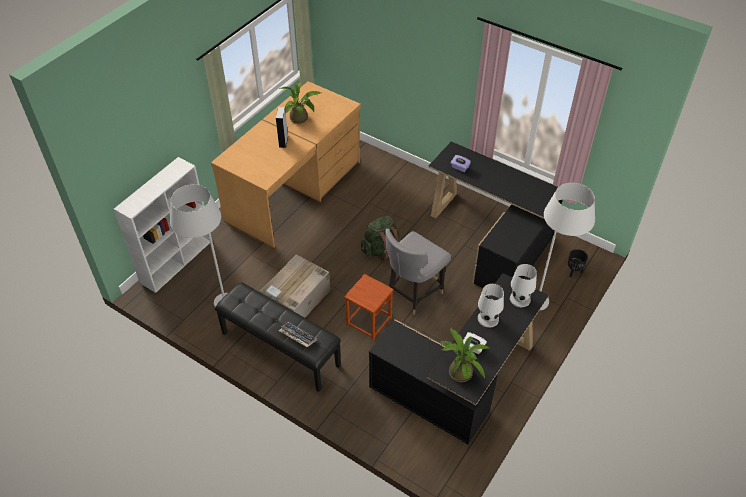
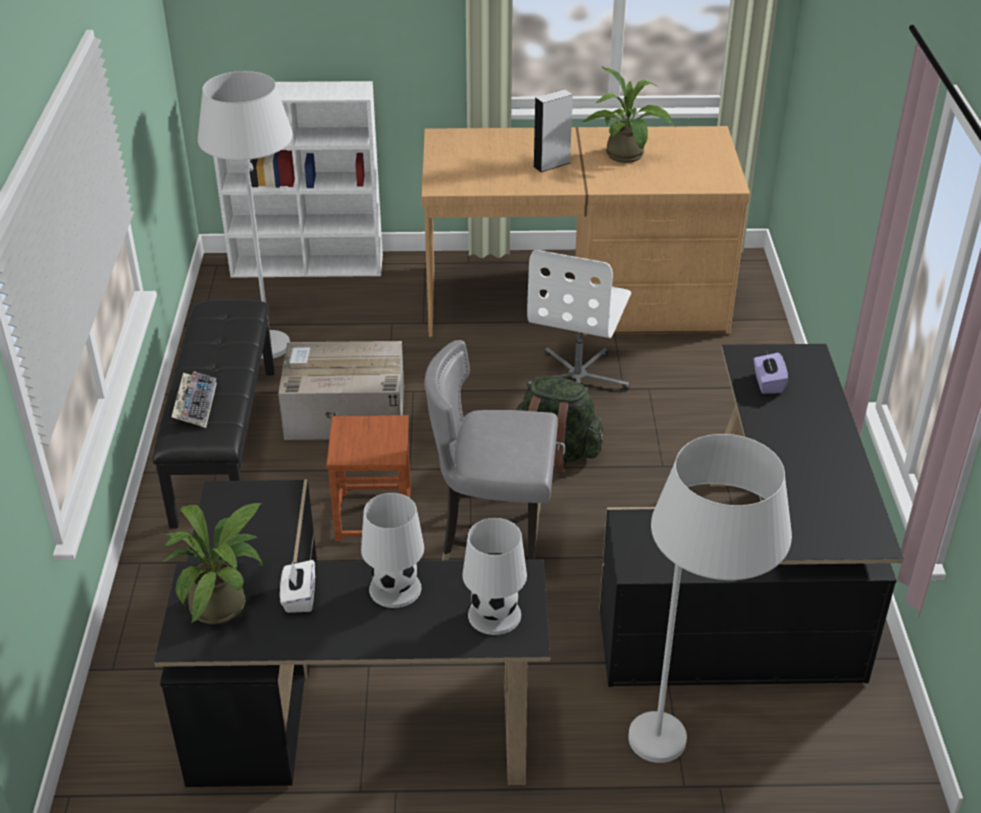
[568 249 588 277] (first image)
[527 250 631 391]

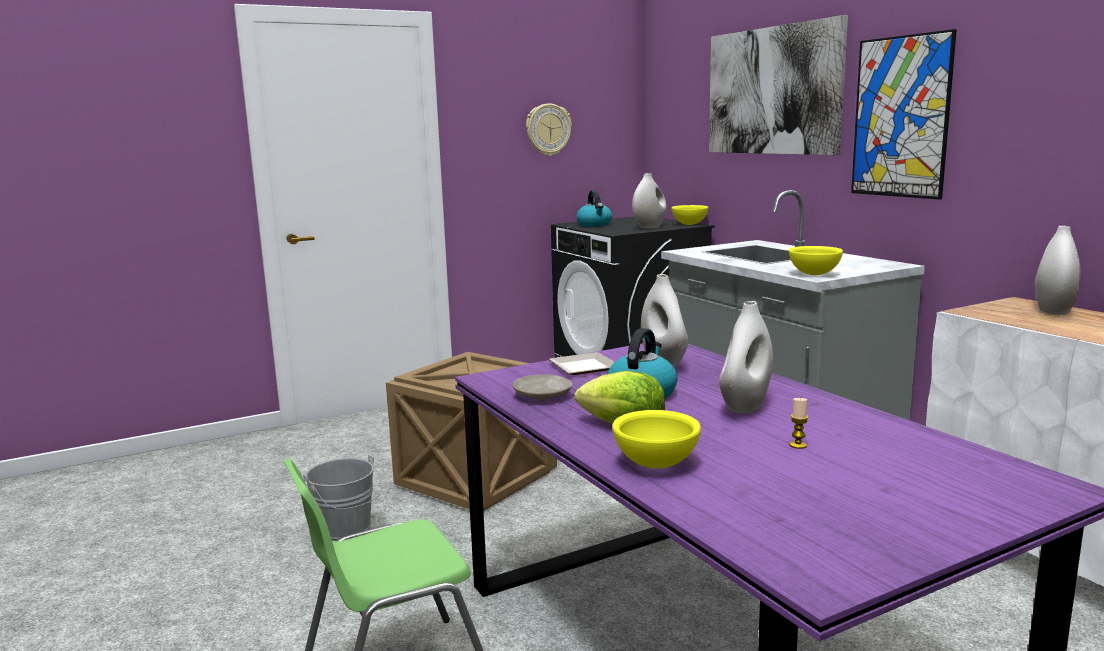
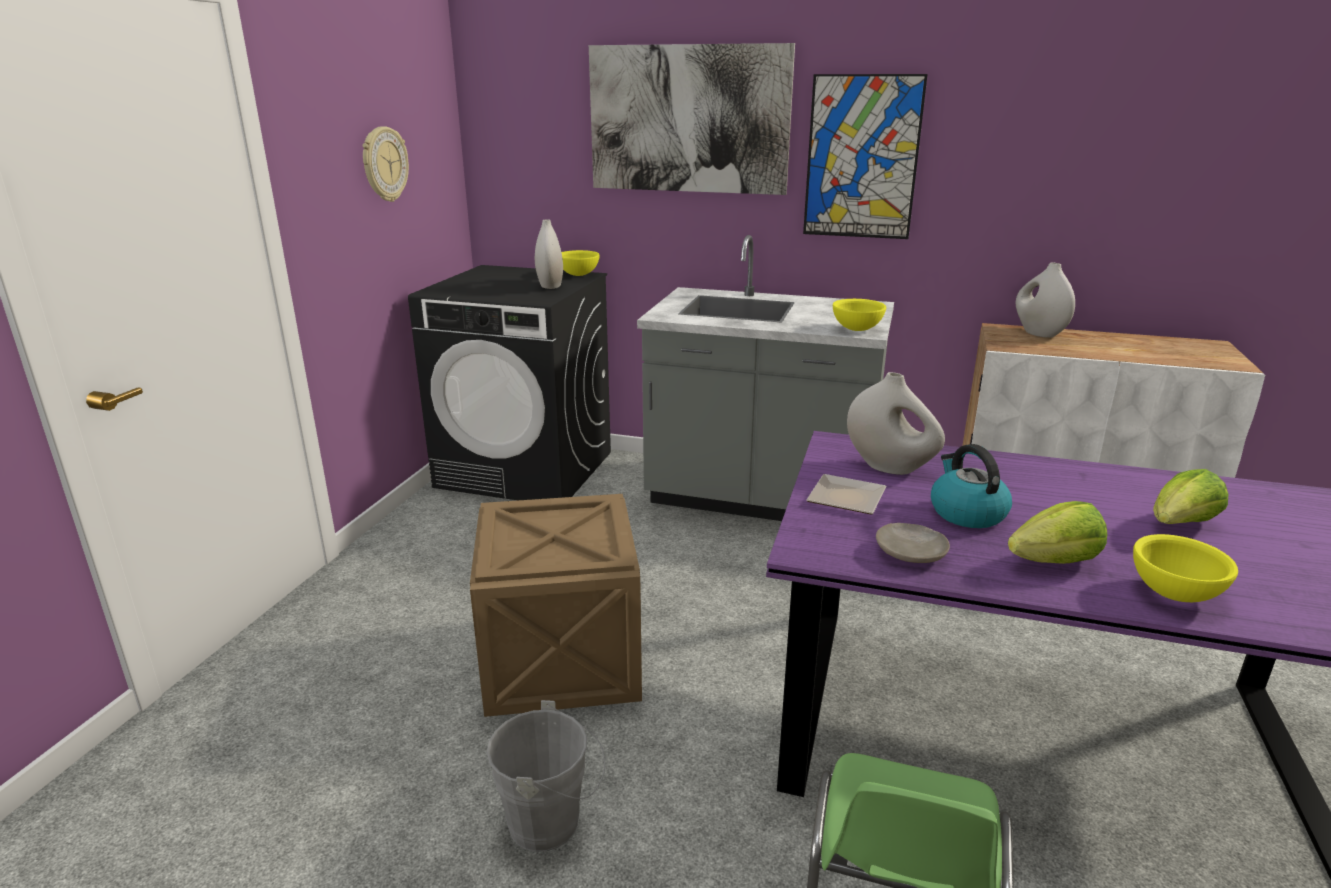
[576 190 612 227] (first image)
[719 301 773 414] (first image)
[1153 469 1228 524]

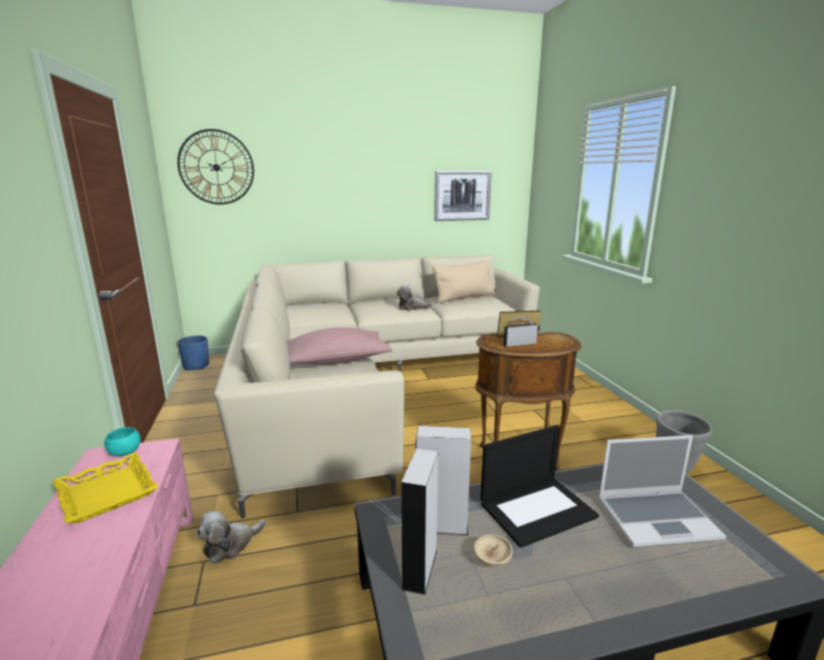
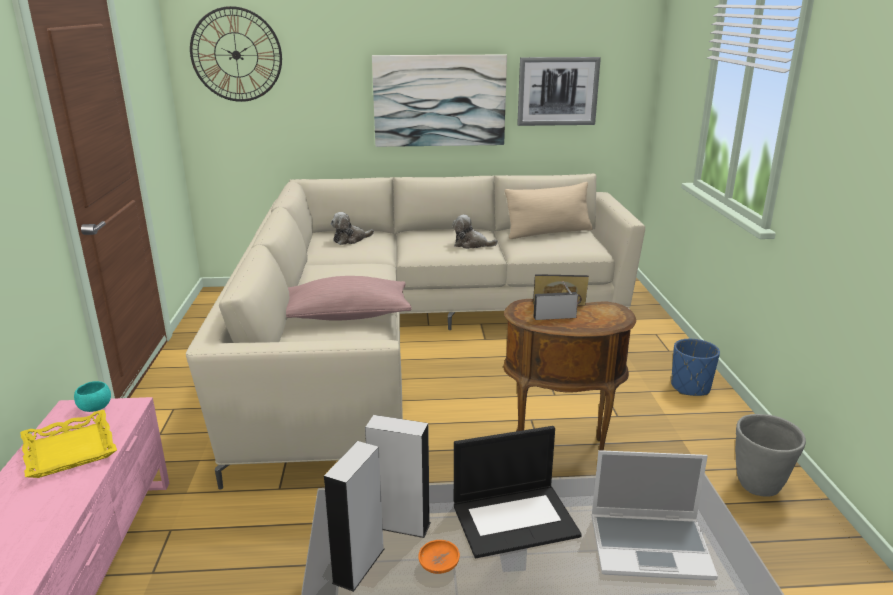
[372 54 507 147]
[671 339 720 396]
[331 212 374 245]
[418 540 460 574]

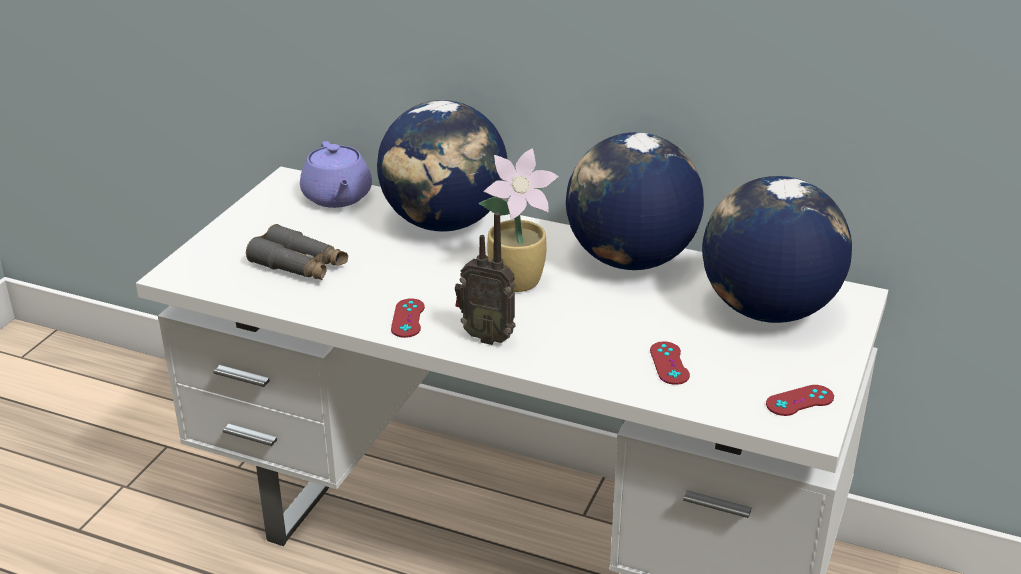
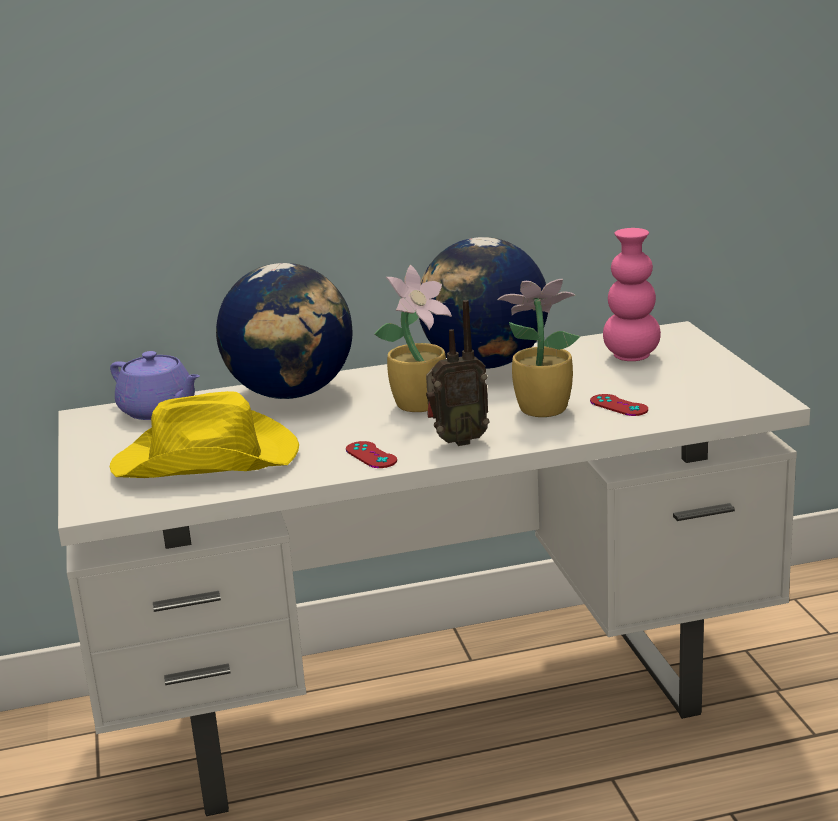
[766 385 834 416] (first image)
[497 279 580 417]
[110 391 299 478]
[603 228 661 361]

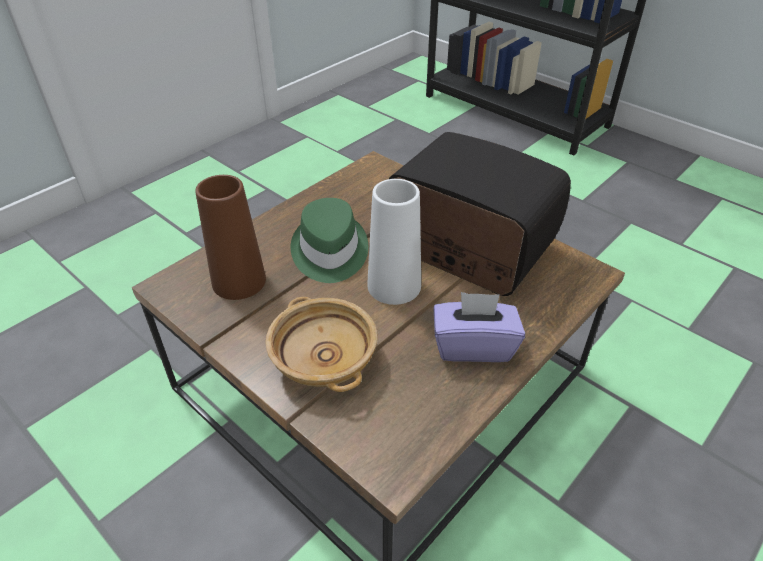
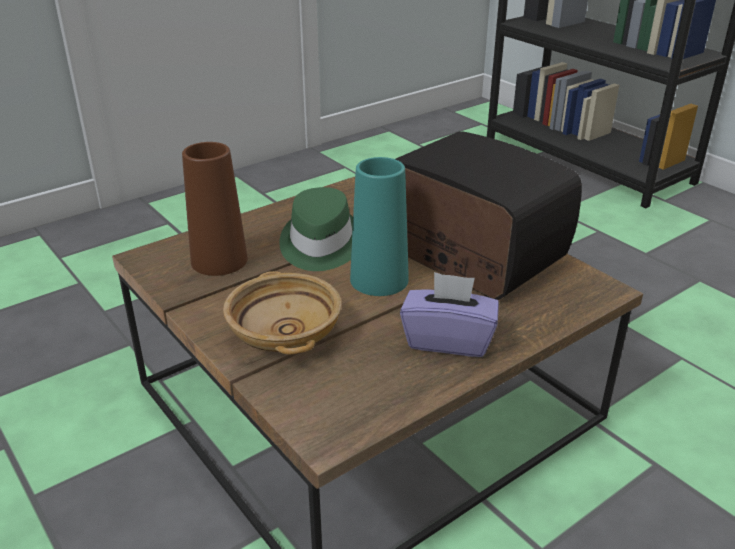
[350 157 409 296]

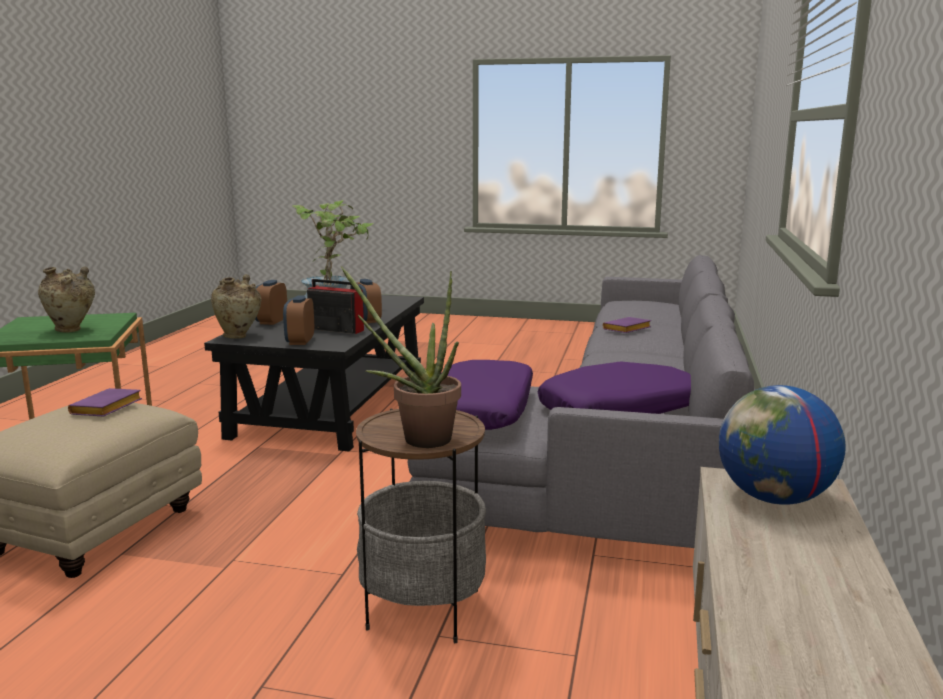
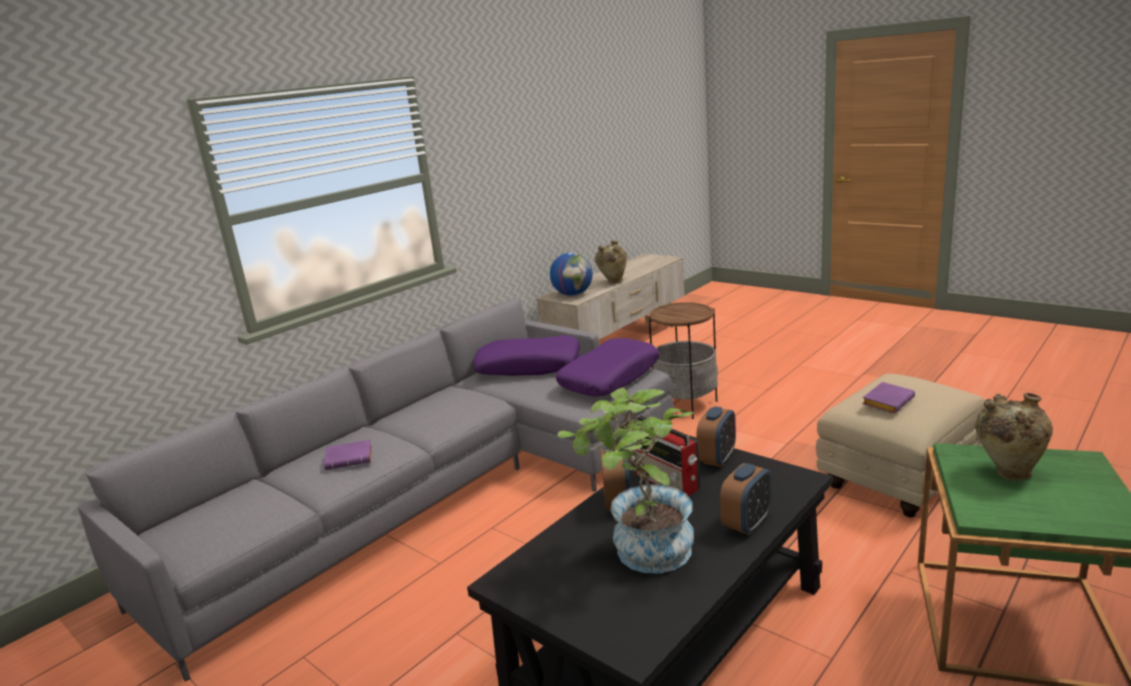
[341 266 461 448] (first image)
[595 240 627 284]

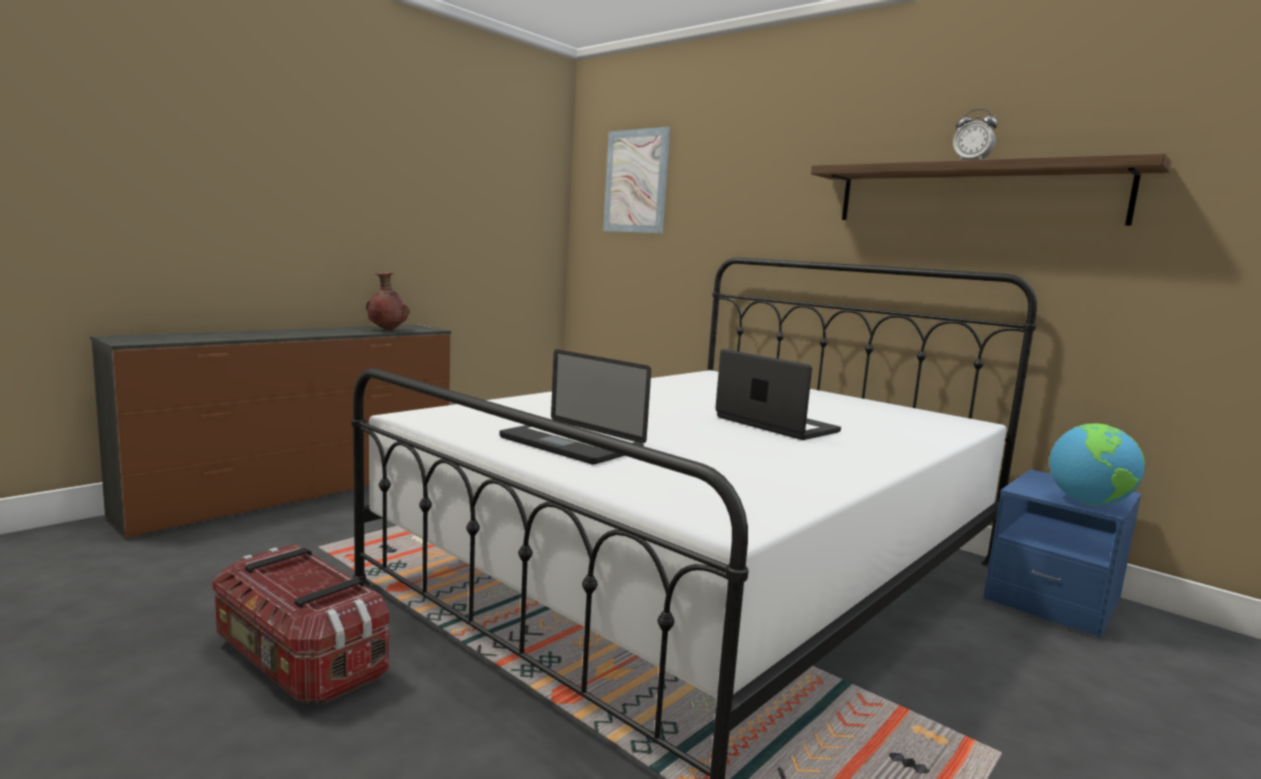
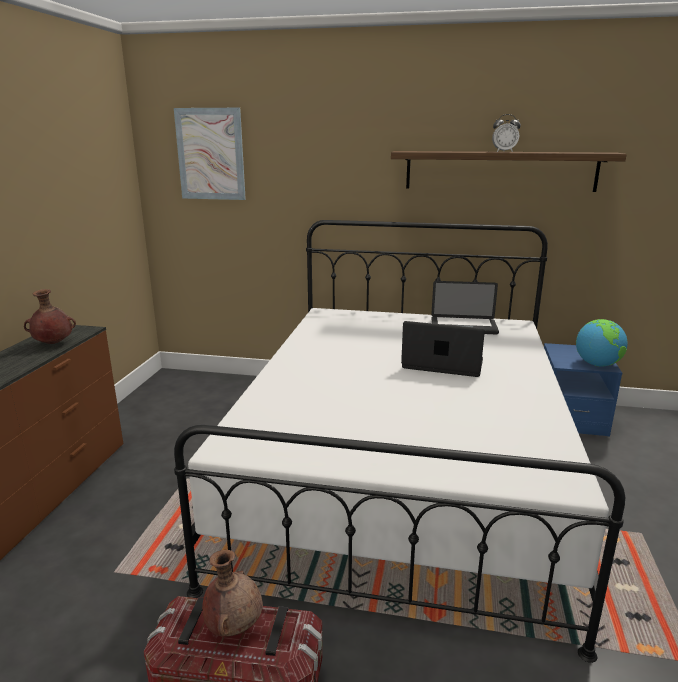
[202 550 263 637]
[431 281 499 334]

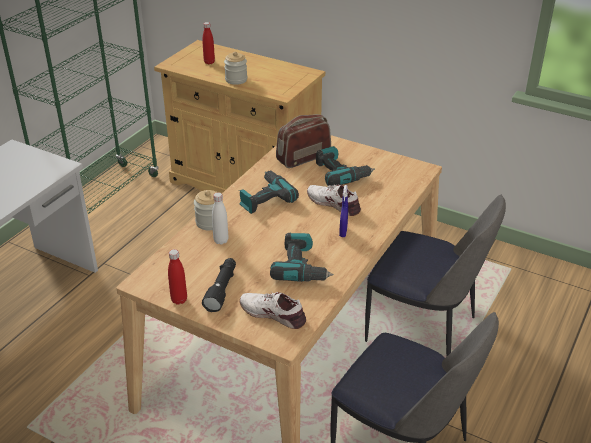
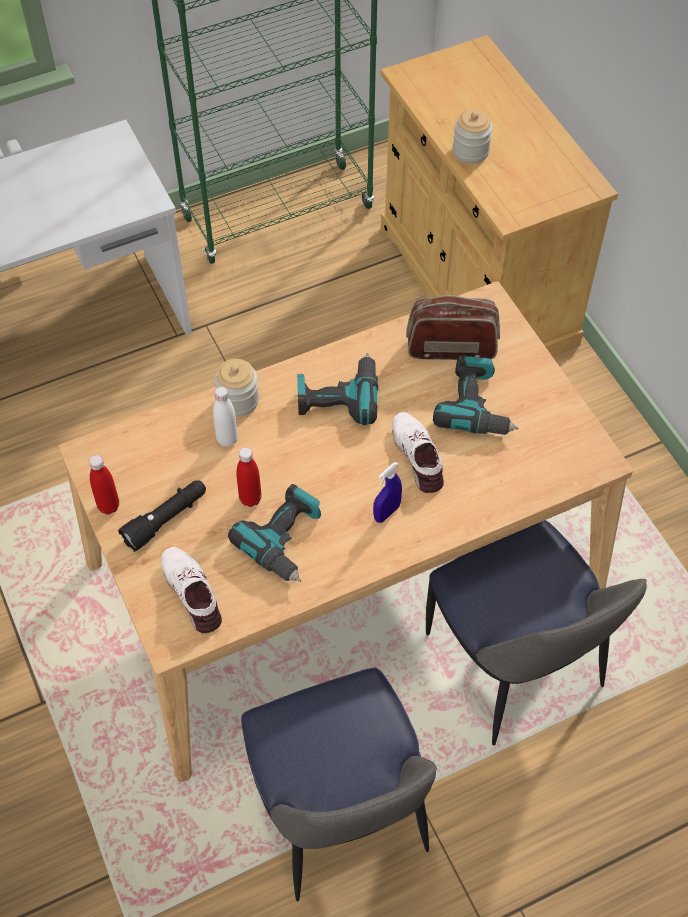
[236 447 262 507]

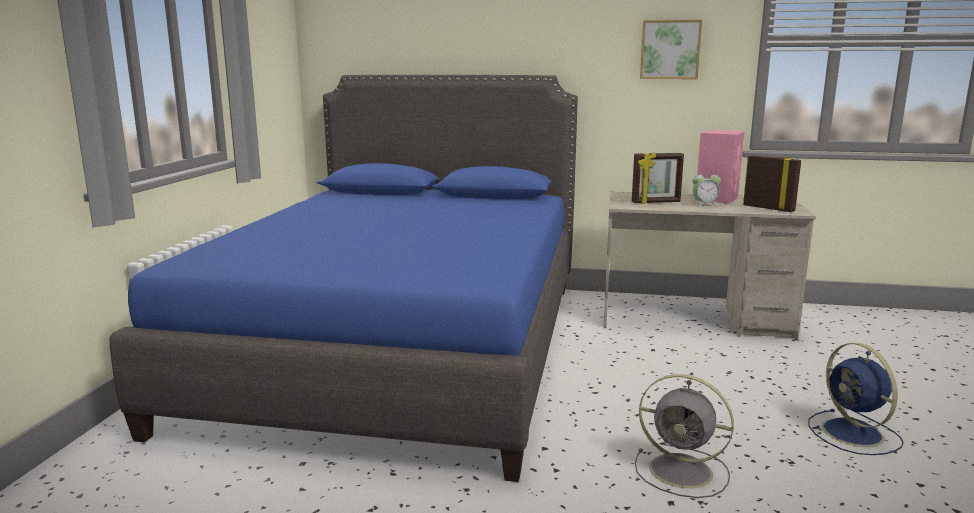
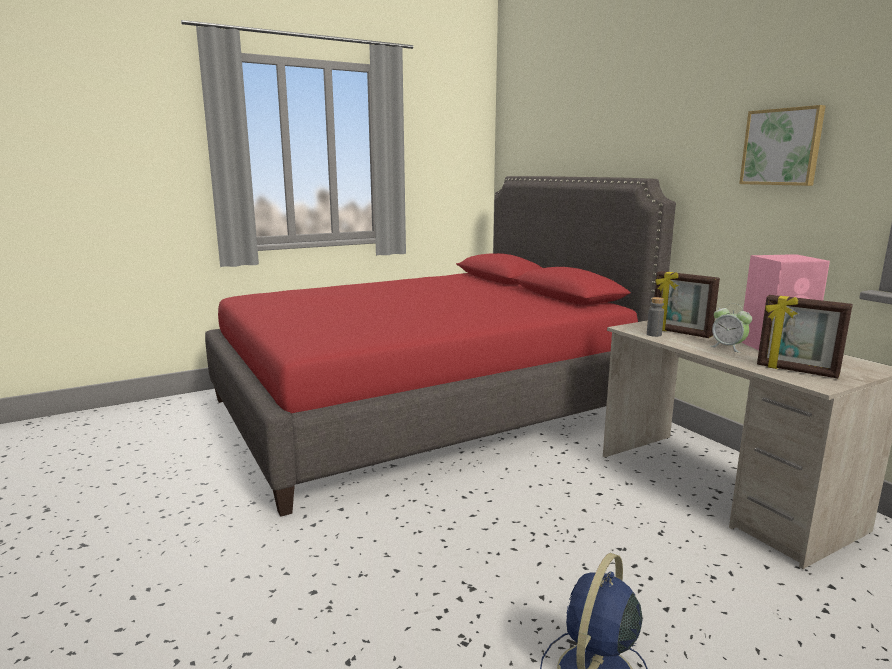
[635 374 734 498] (first image)
[647 297 664 337]
[205 176 676 517]
[757 295 853 378]

